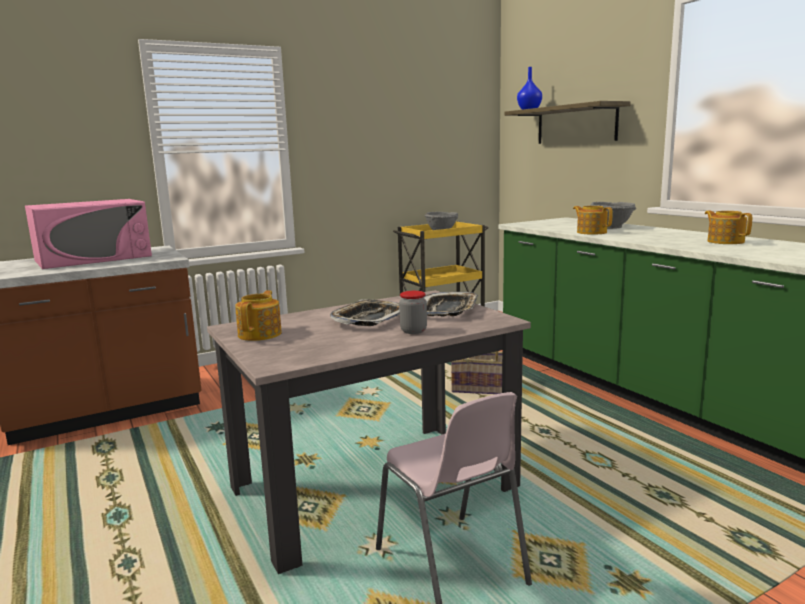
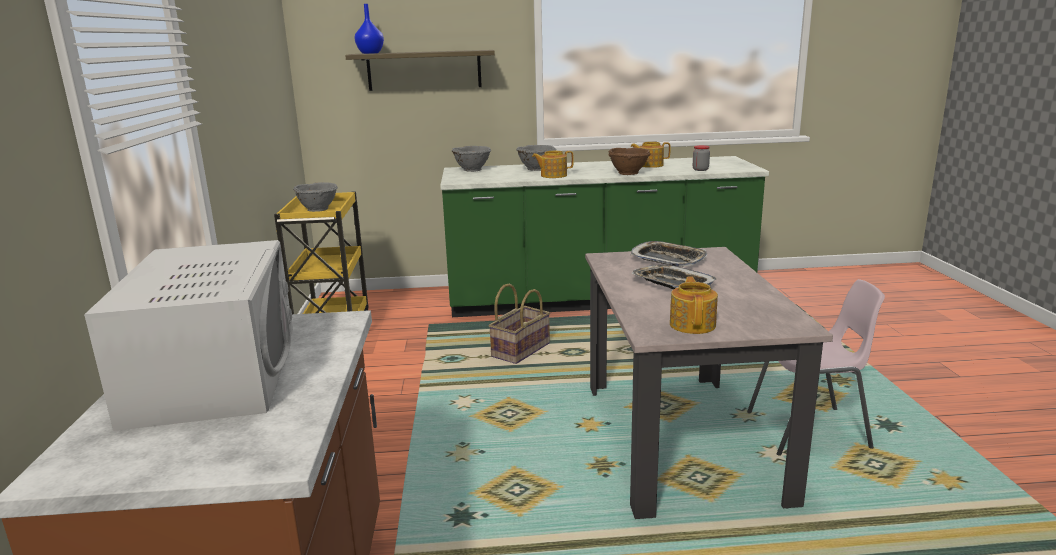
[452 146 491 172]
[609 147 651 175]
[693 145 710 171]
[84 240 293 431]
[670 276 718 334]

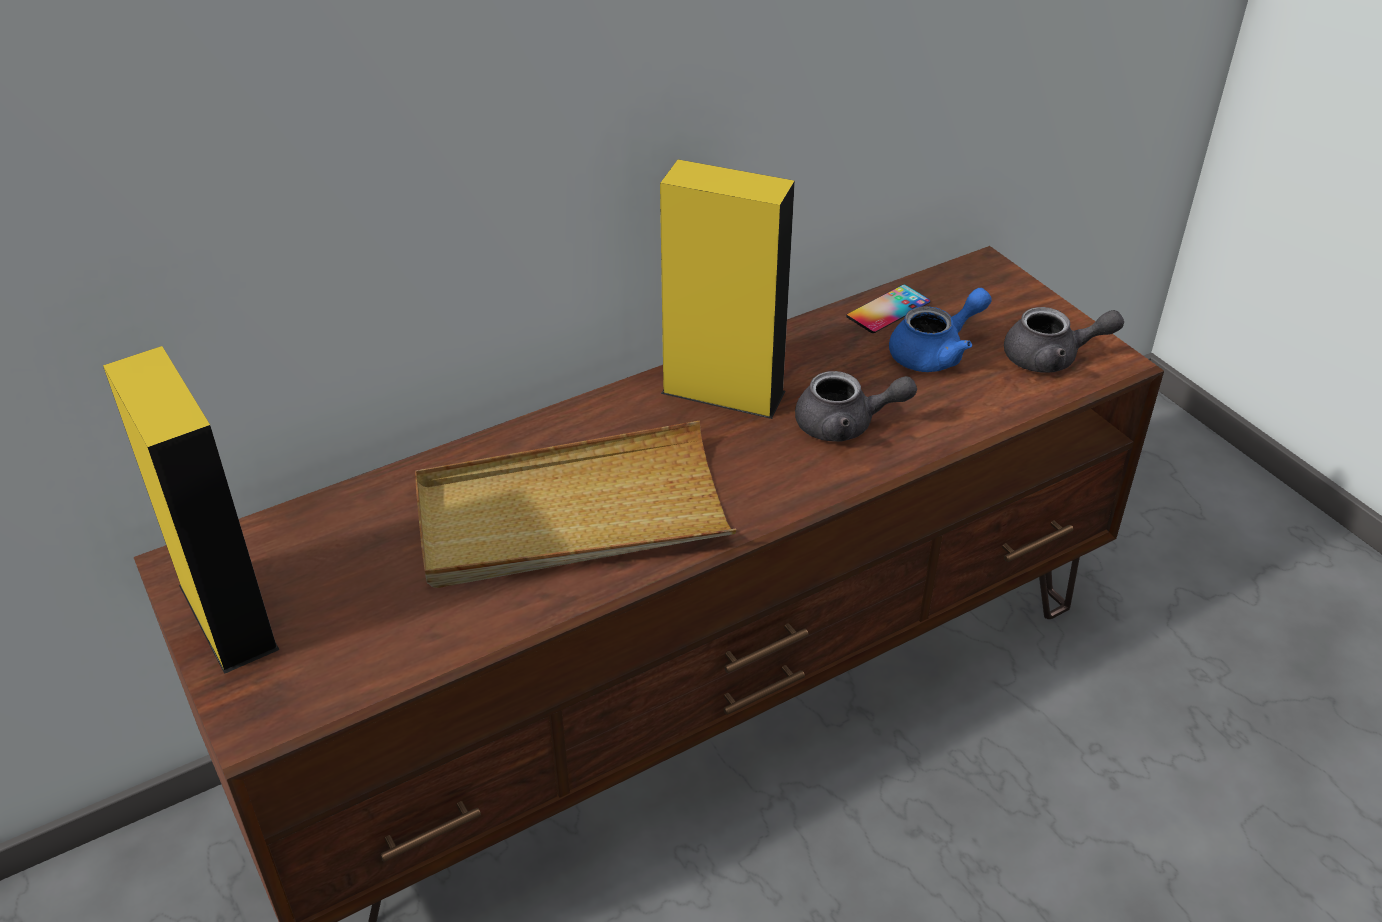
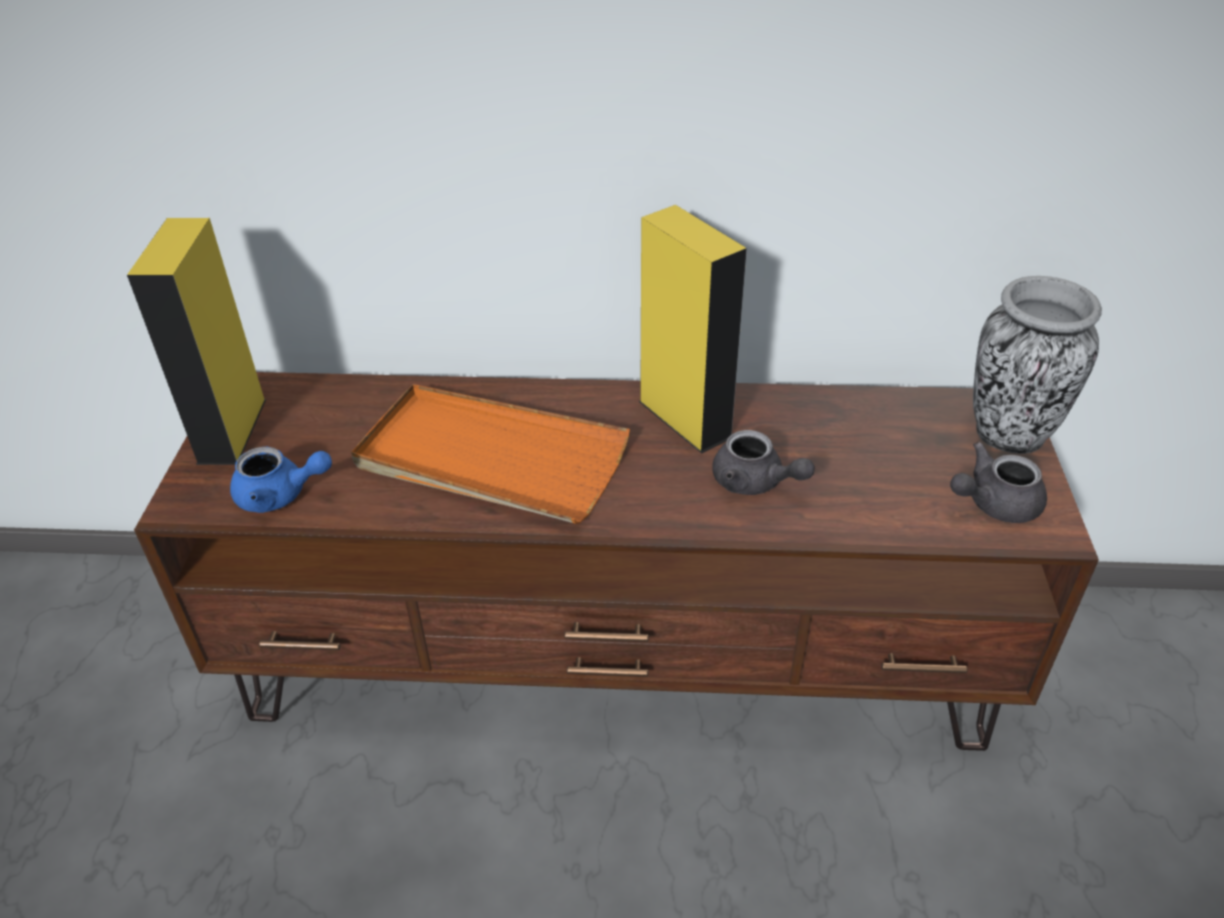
[846 284 930 333] (first image)
[973 276 1102 454]
[230 447 332 513]
[351 384 630 524]
[950 442 1047 523]

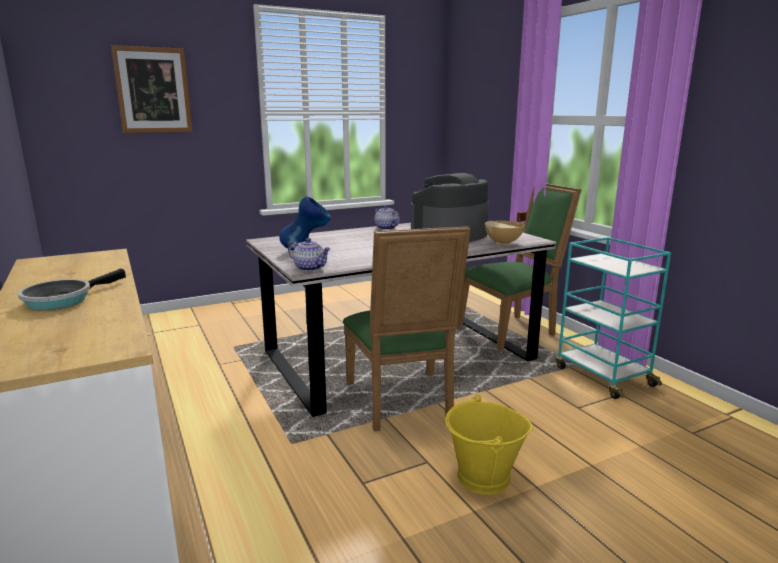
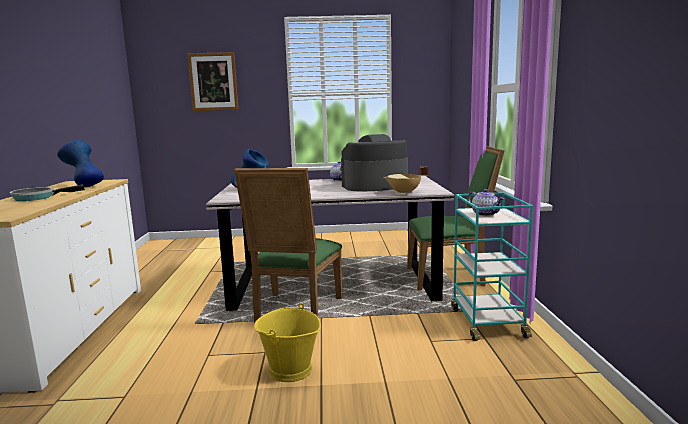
[57 140 104 187]
[468 189 505 216]

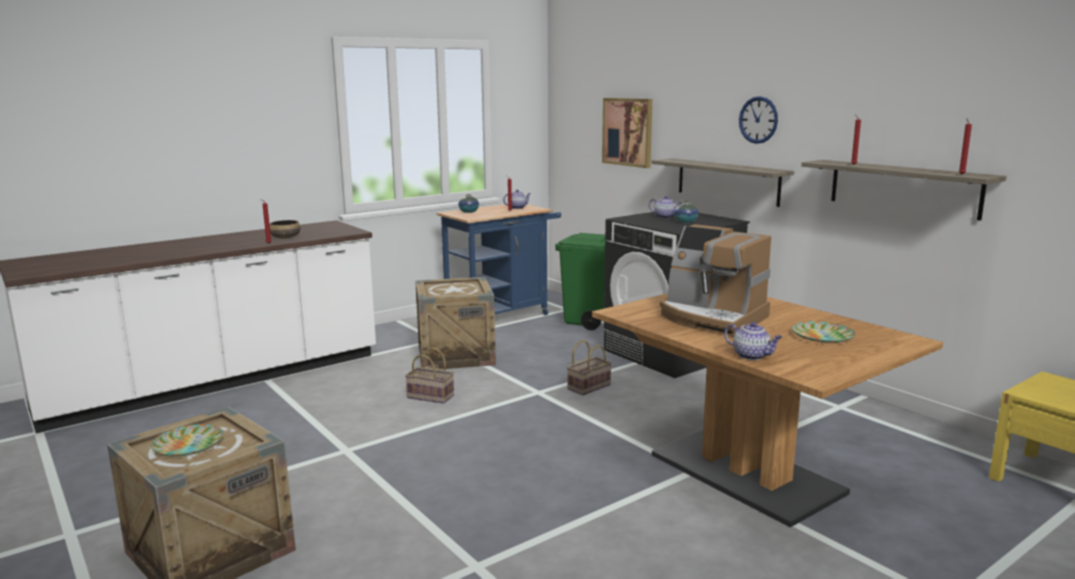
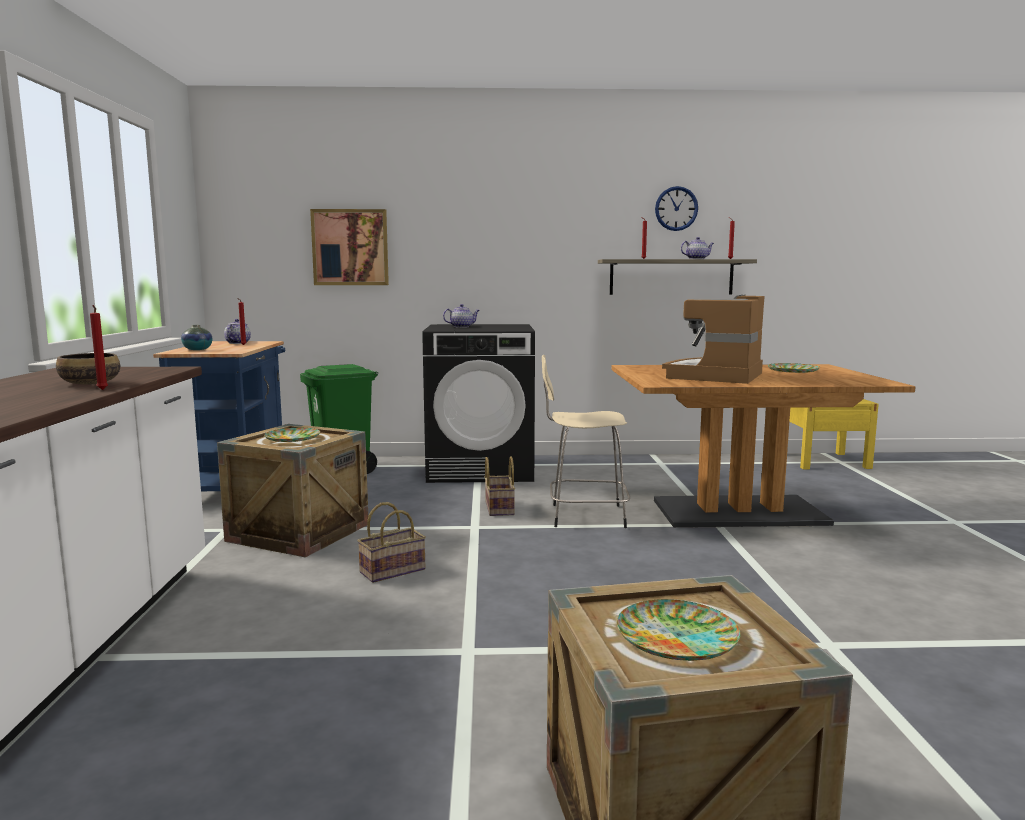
[651 158 794 207] (first image)
[674 201 699 223] (first image)
[264 428 320 442]
[542 355 630 528]
[680 237 714 259]
[655 186 698 231]
[662 295 765 384]

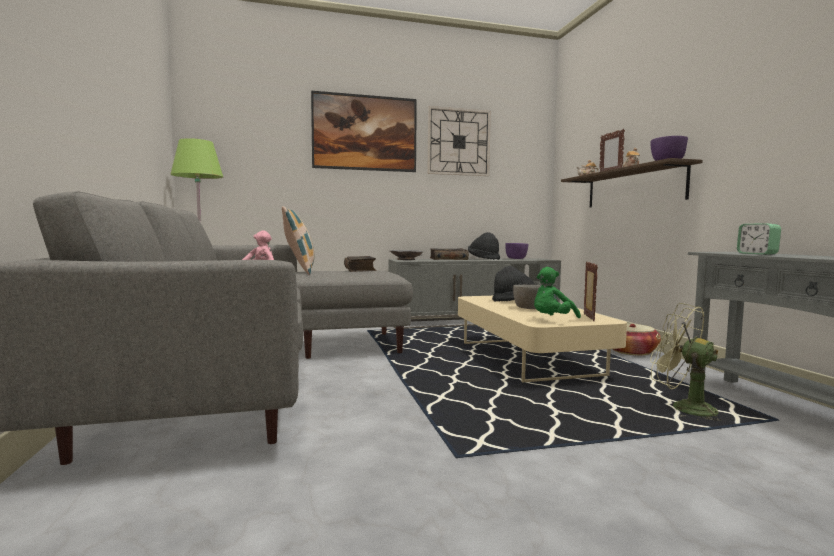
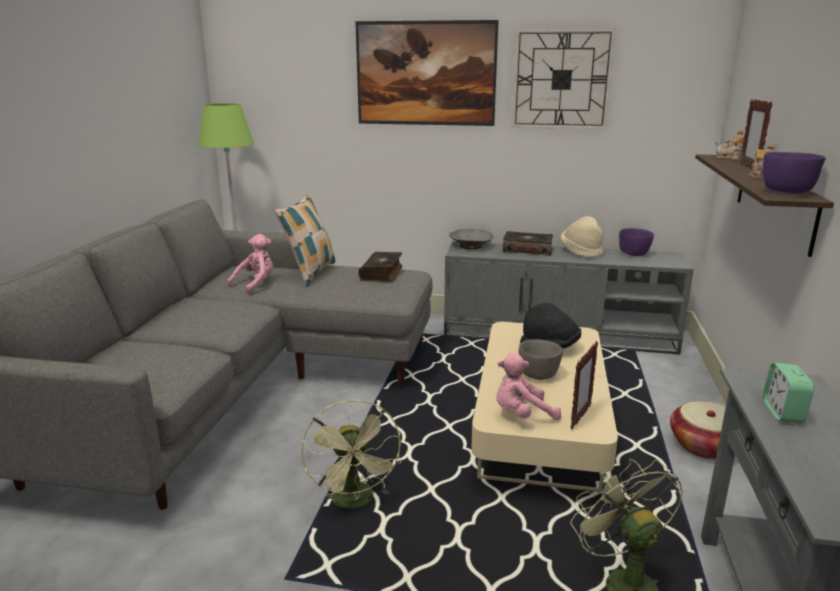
[301 400 401 512]
[561 216 603 258]
[496 353 561 421]

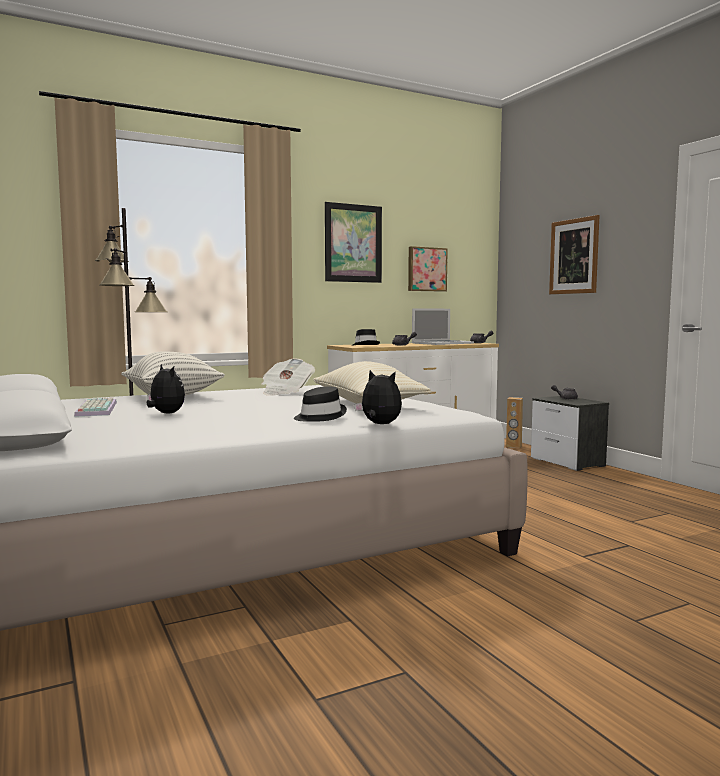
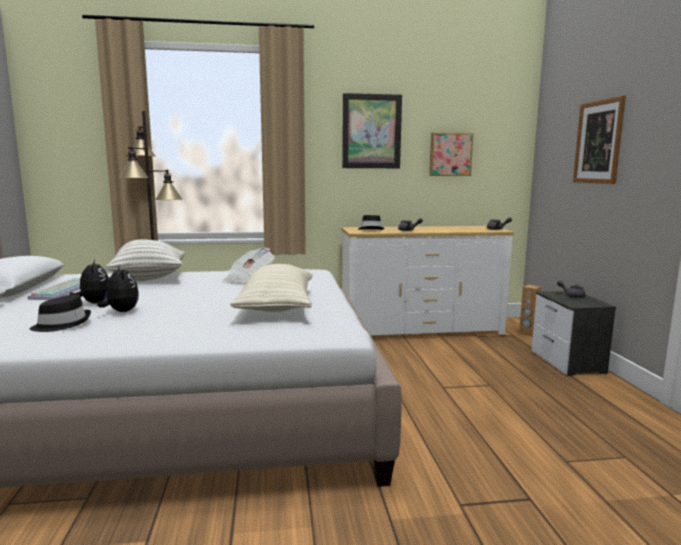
[412 308 474 345] (first image)
[30 294 91 332]
[97 265 139 312]

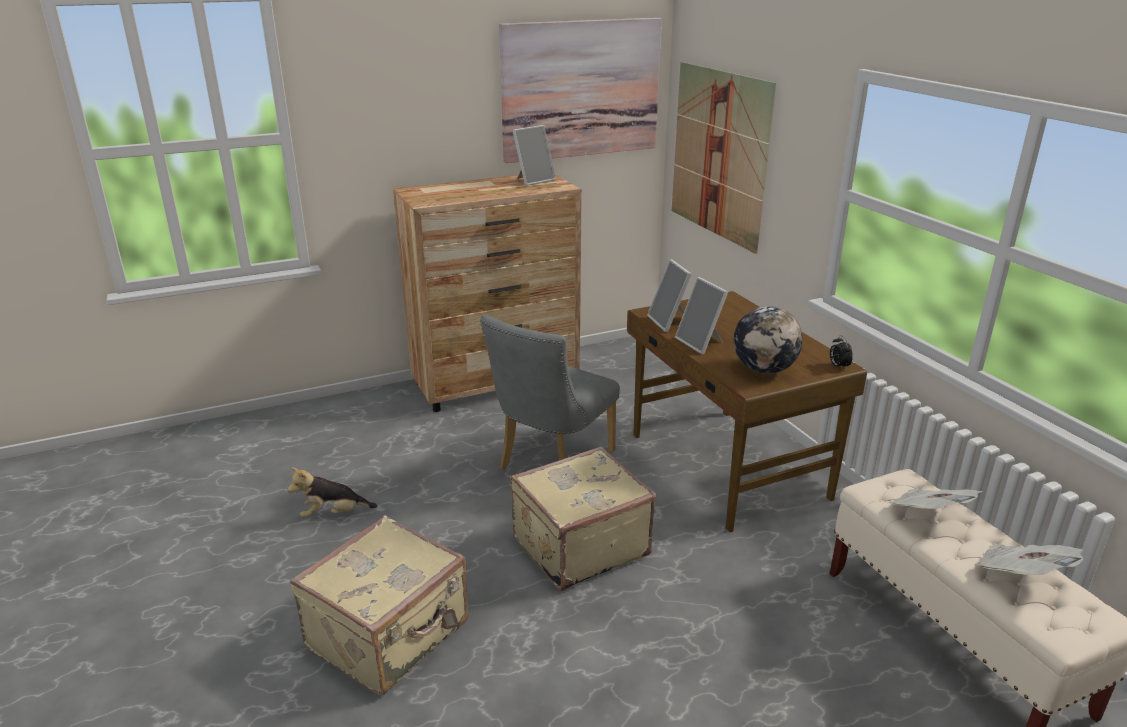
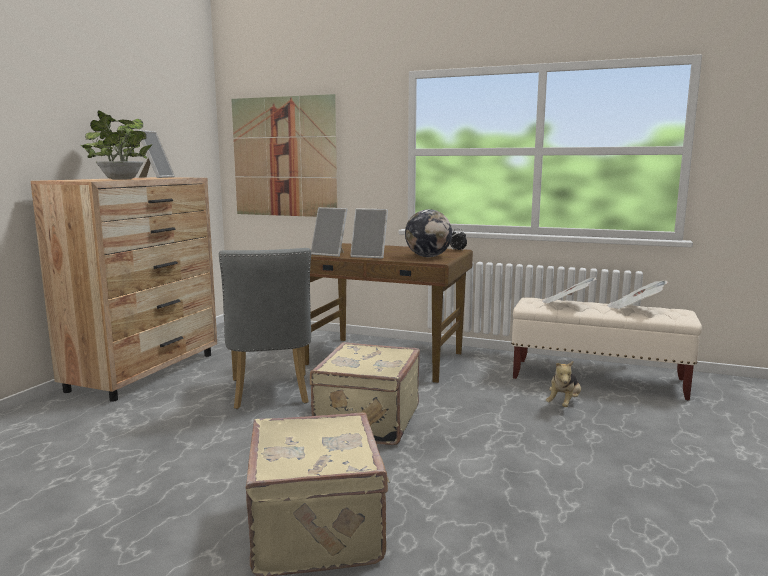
[499 18 662 163] (first image)
[81 110 152 179]
[546 361 581 407]

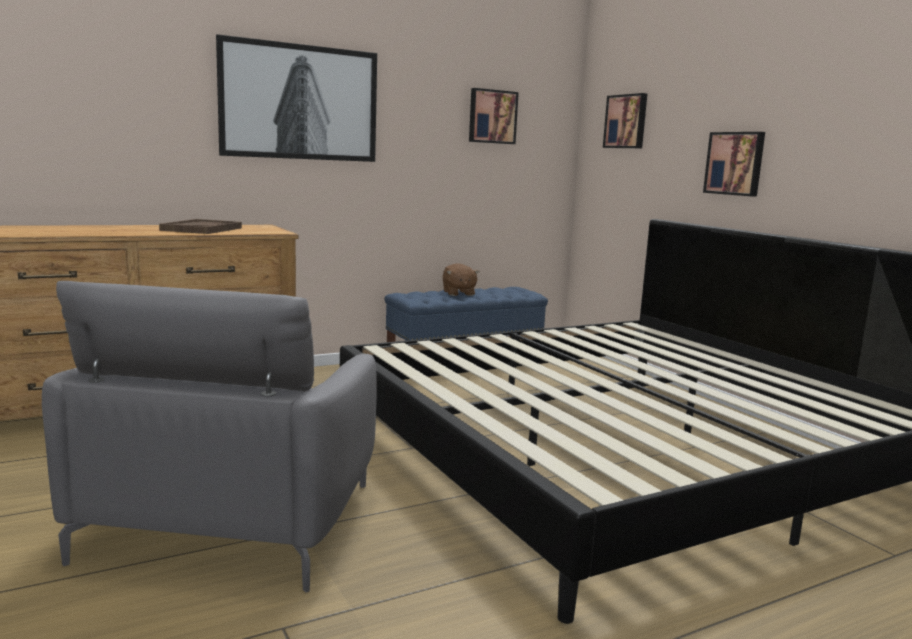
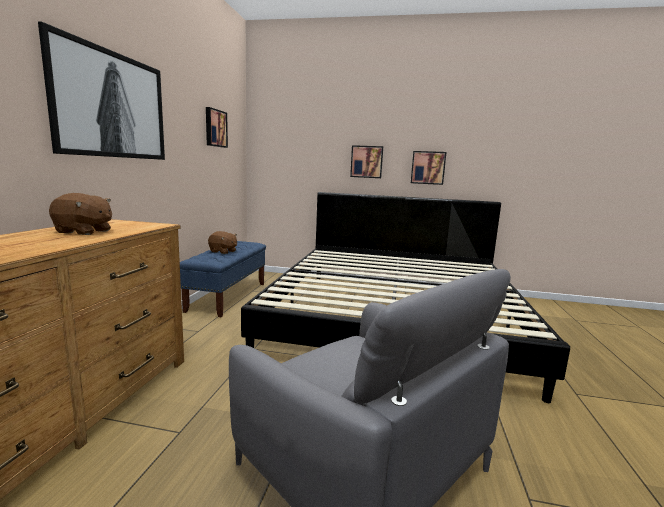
[411 151 446 185]
[49 193 112 235]

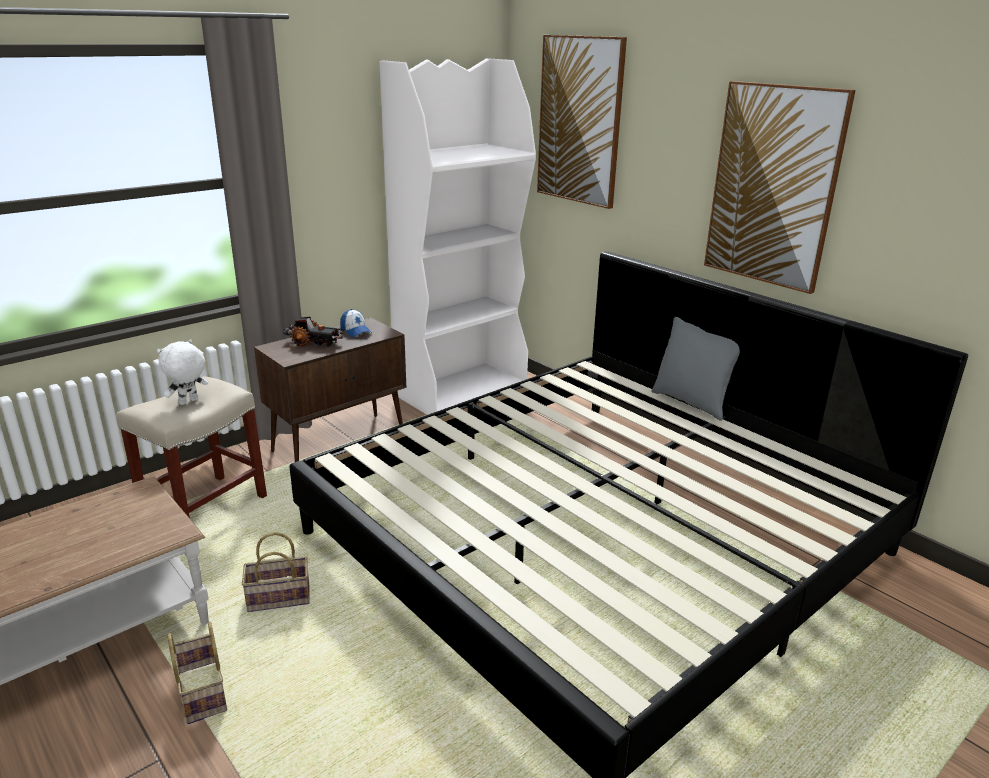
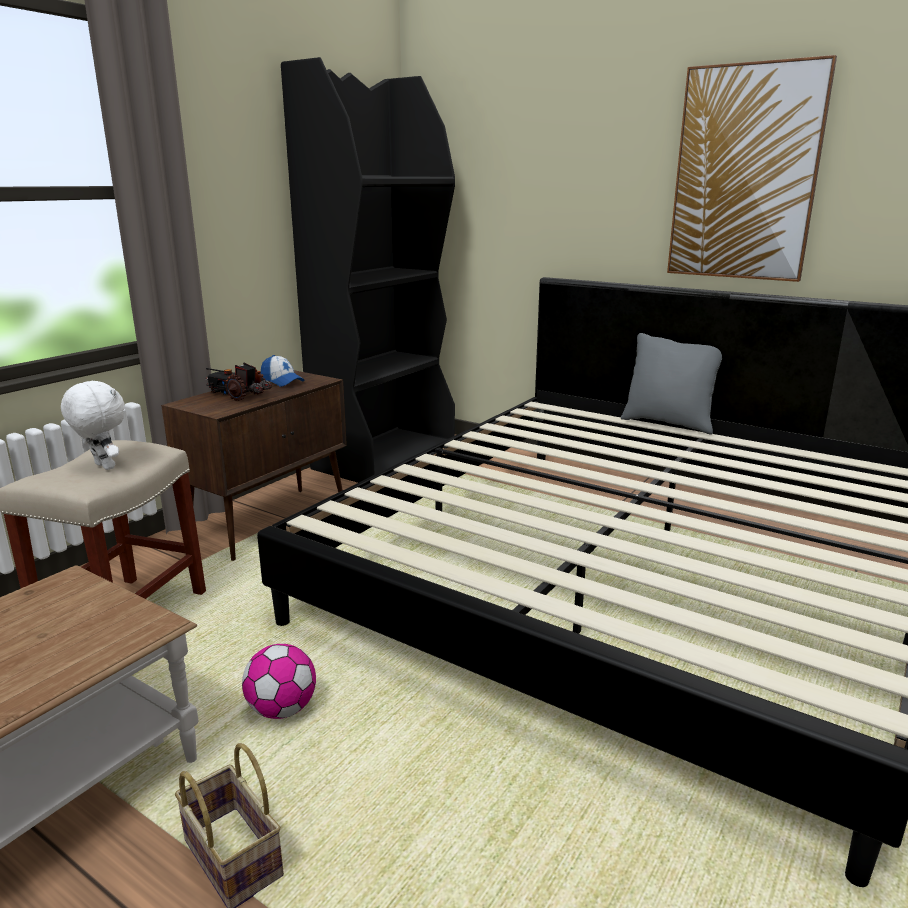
[537 35 627 209] (first image)
[242 644 316 719]
[281 57 455 483]
[61 380 125 470]
[205 363 272 401]

